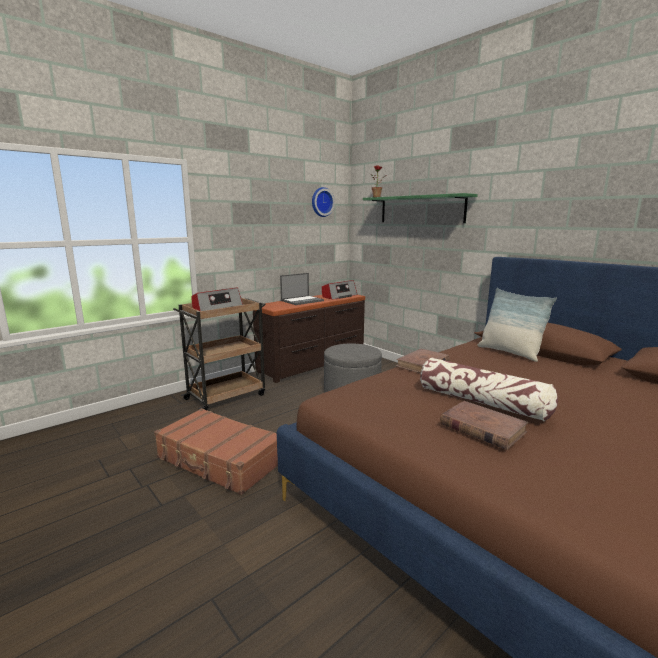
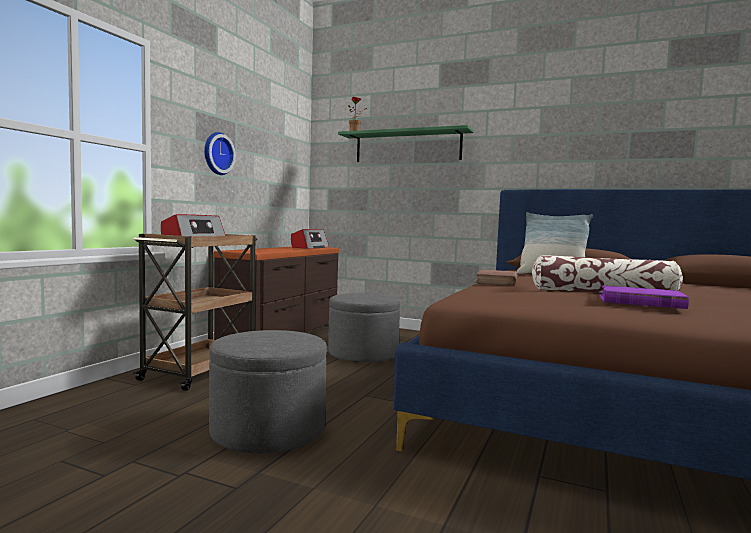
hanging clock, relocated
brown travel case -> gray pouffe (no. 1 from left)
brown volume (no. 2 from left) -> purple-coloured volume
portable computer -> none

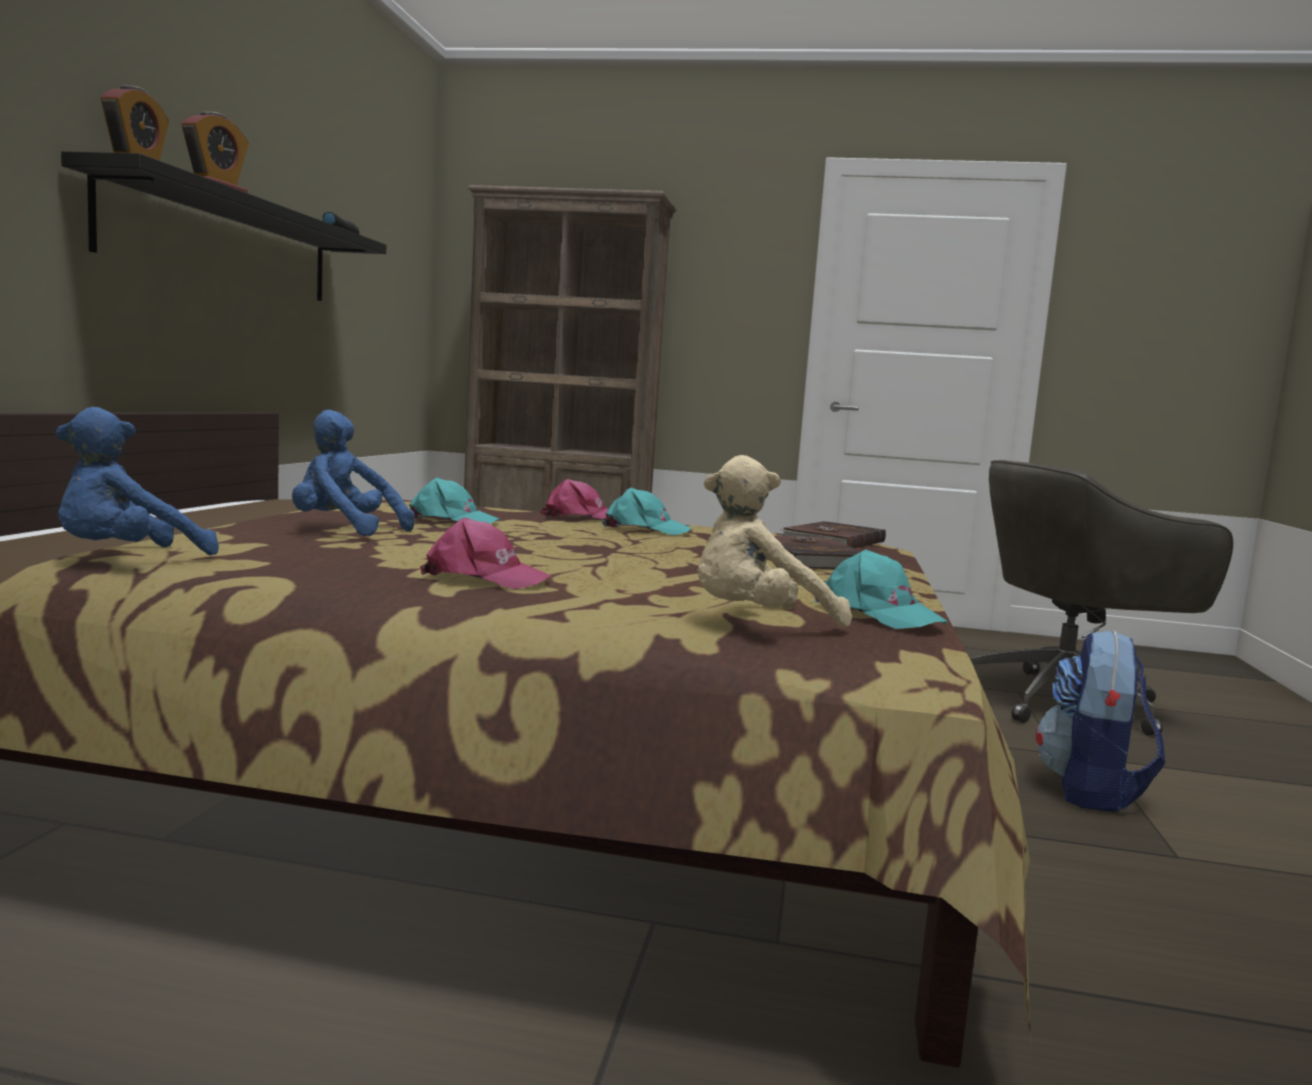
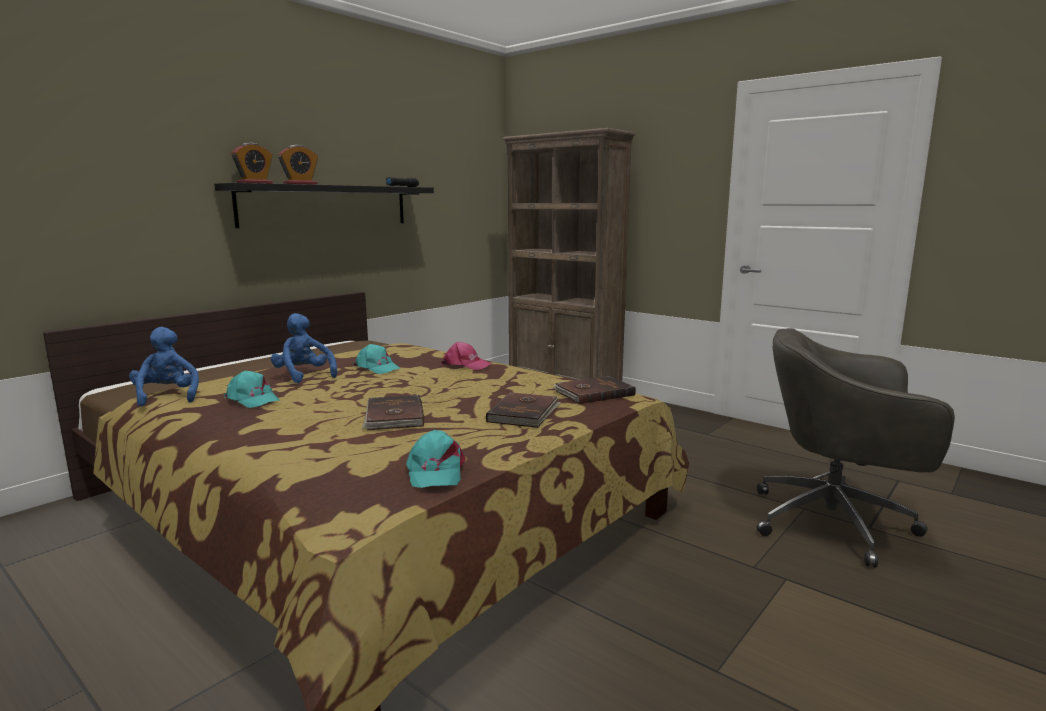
blue soft toy (no. 1 from left), 90 degrees clockwise
blue-green cap (no. 2 from left in the first image) -> blue-green cap (no. 1 from left), relocated
none -> brown volume (no. 1 from left)
pink-coloured cap (no. 1 from left) -> none
beige soft toy -> none
backpack -> none

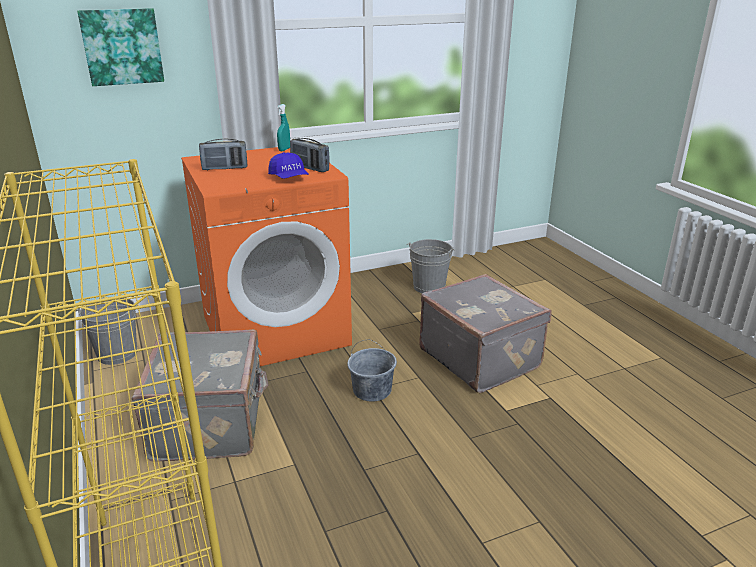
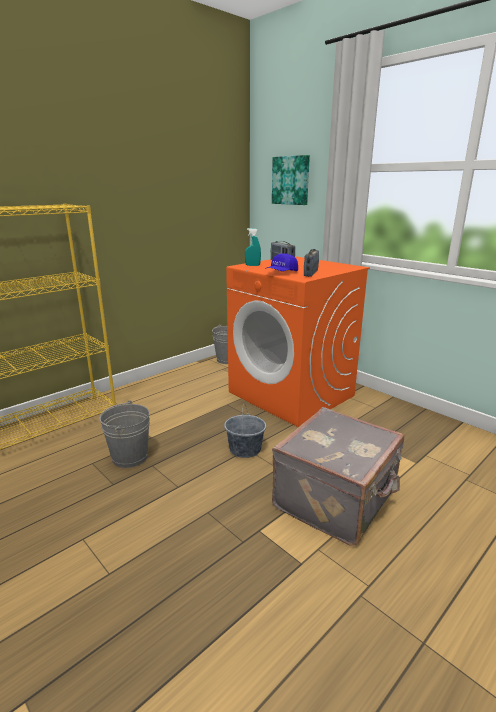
gray water bucket (no. 3 from left in the first image) -> gray water bucket (no. 1 from left), relocated
blue-green sprayer, relocated
gray travel case (no. 1 from left) -> none

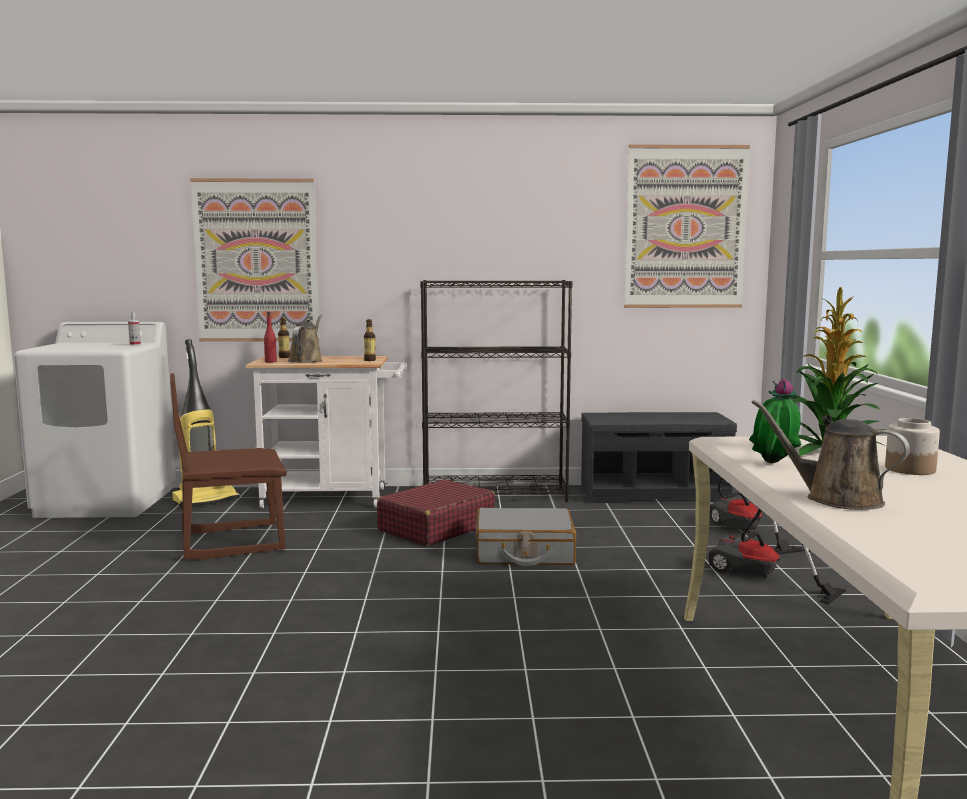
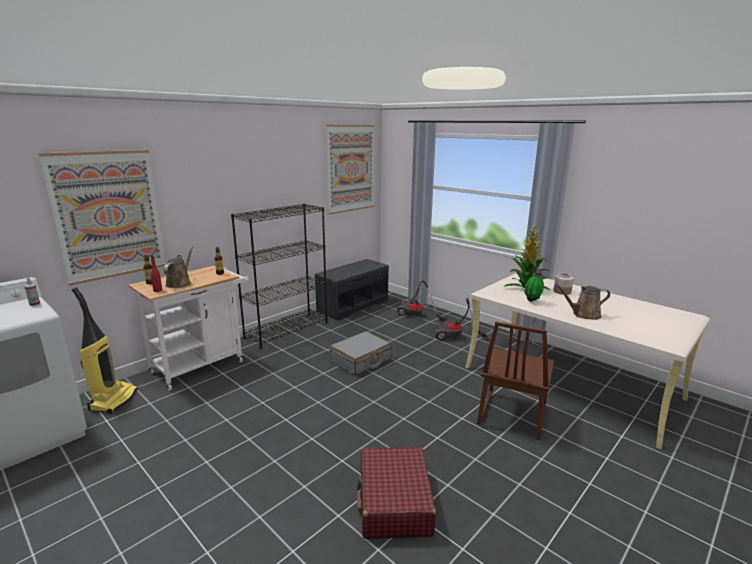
brown watering can (no. 1 from left), 45 degrees clockwise
reddish travel case, relocated
brown plain chair, relocated

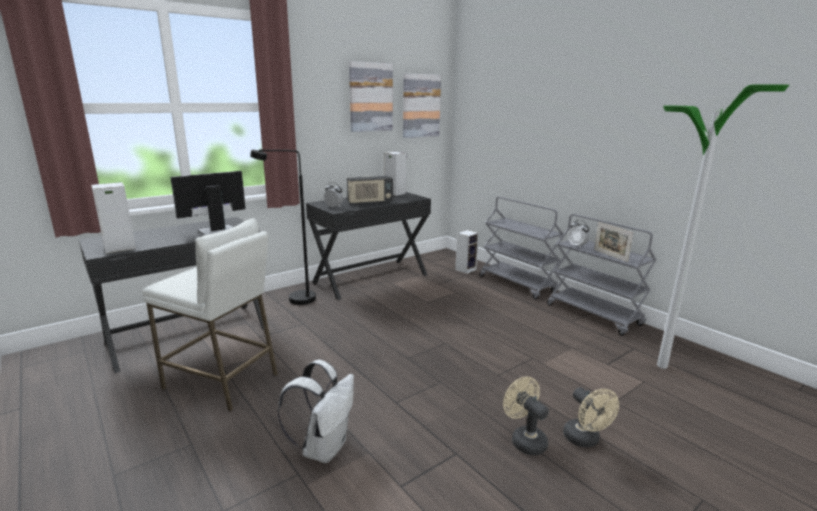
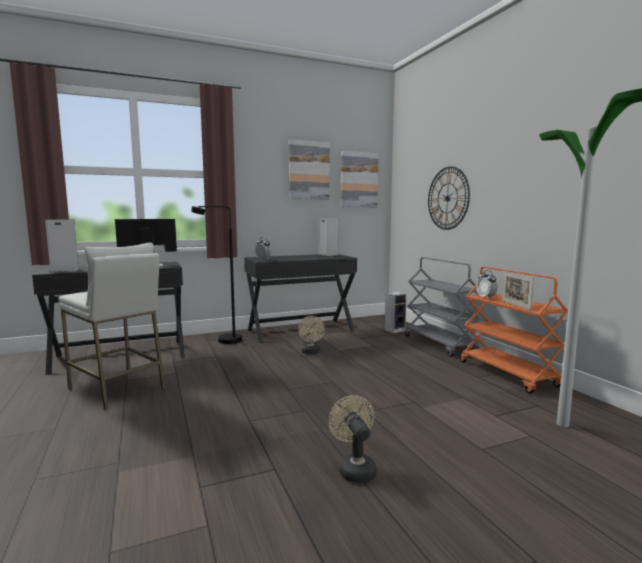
beige fan (no. 2 from left in the first image) -> beige fan (no. 1 from left), relocated
none -> hanging clock
gray cart (no. 2 from left) -> orangey cart
white-coloured backpack -> none
radio receiver -> none

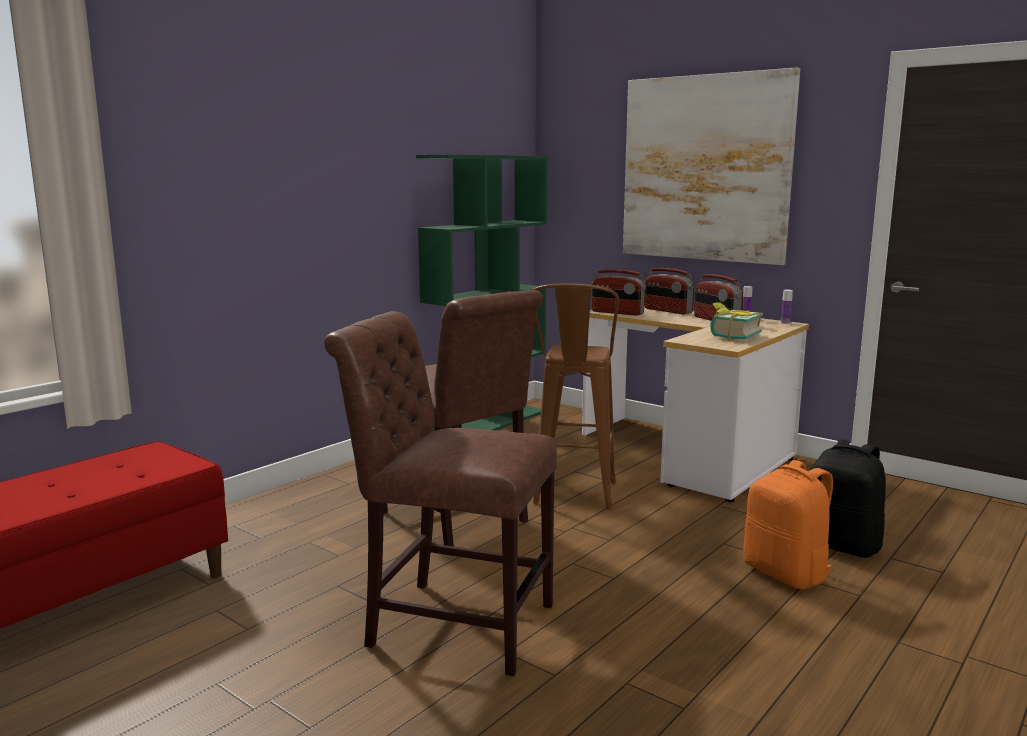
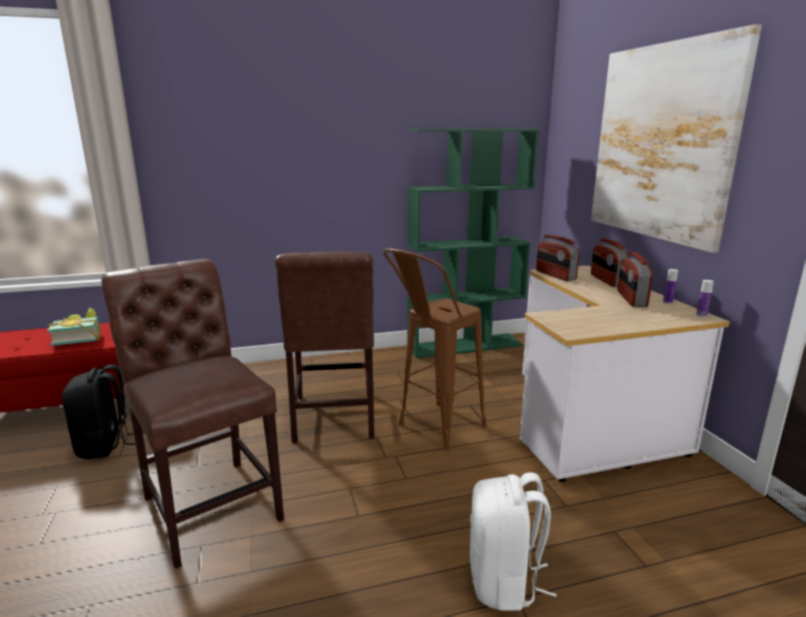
volume, relocated
black-coloured backpack, relocated
orangey backpack -> white-coloured backpack

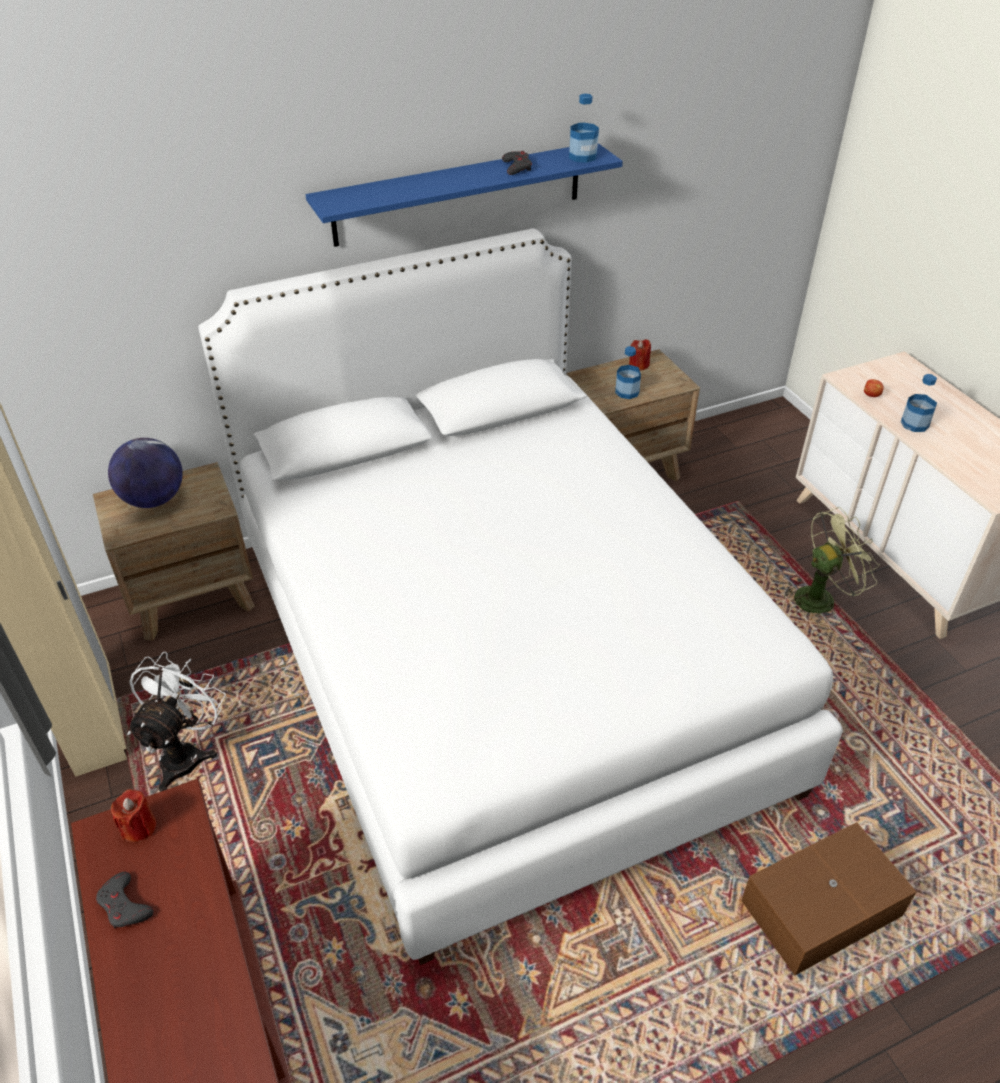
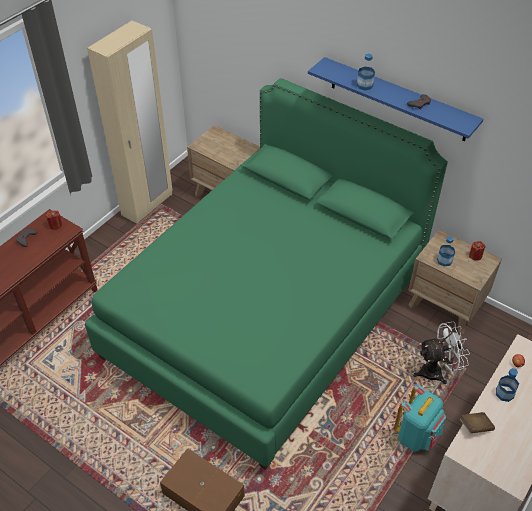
white-coloured bedroom bed -> greenish bedroom bed
beverage bottle (no. 1 from left), relocated
greenish fan -> blue-green backpack
white-coloured fan, relocated
none -> brown volume
desk globe -> none

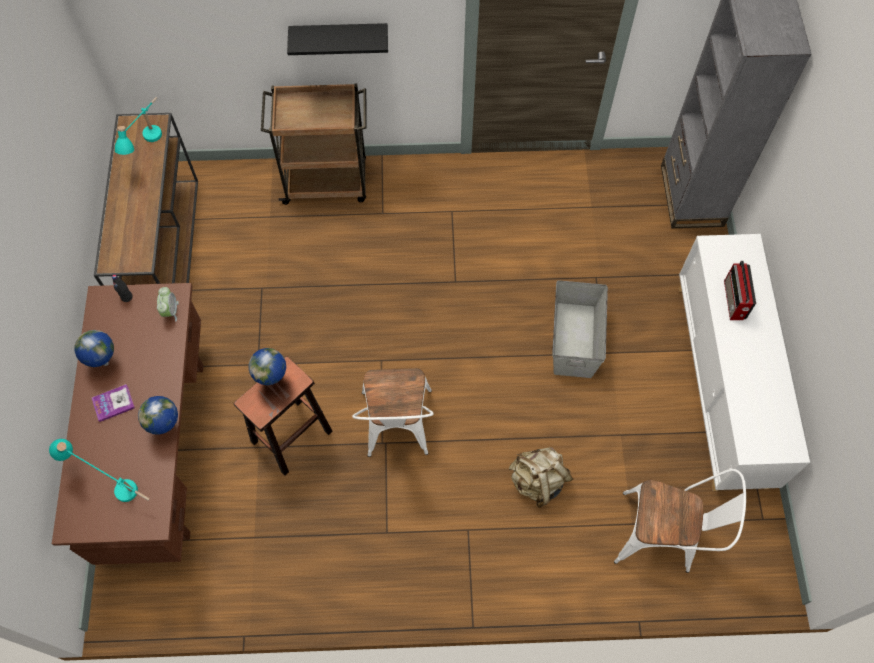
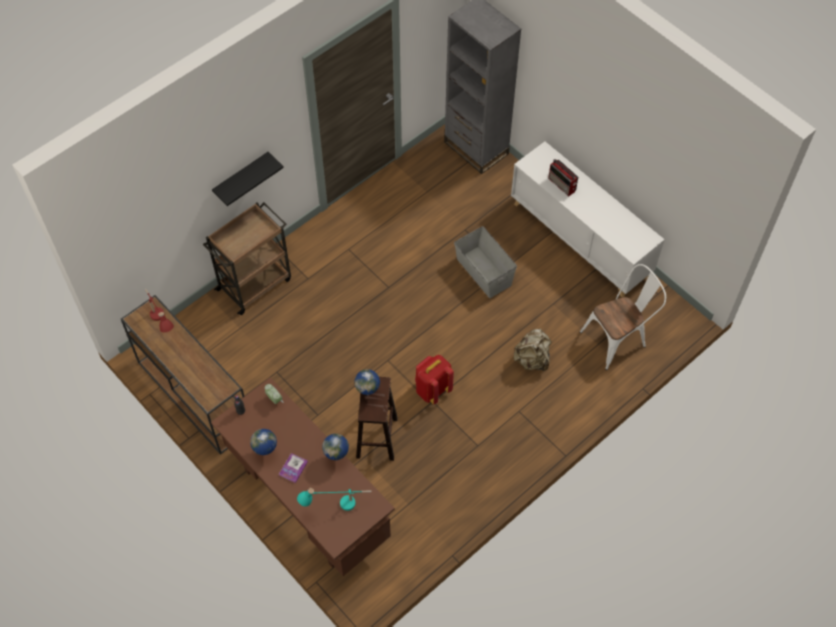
blue-green lamp for a table (no. 2 from left) -> reddish lamp for a table
white-coloured plain chair (no. 1 from left) -> reddish backpack

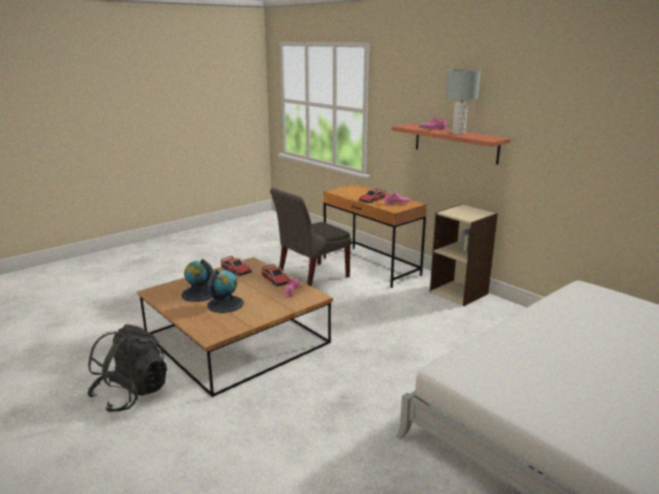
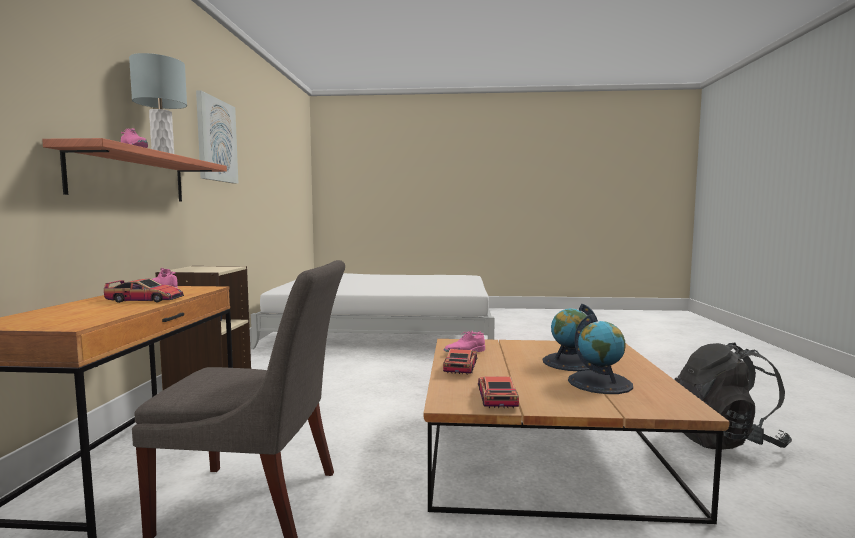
none -> wall picture

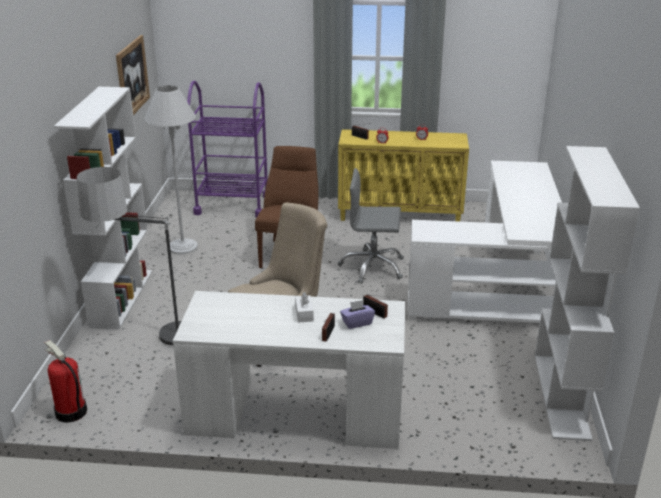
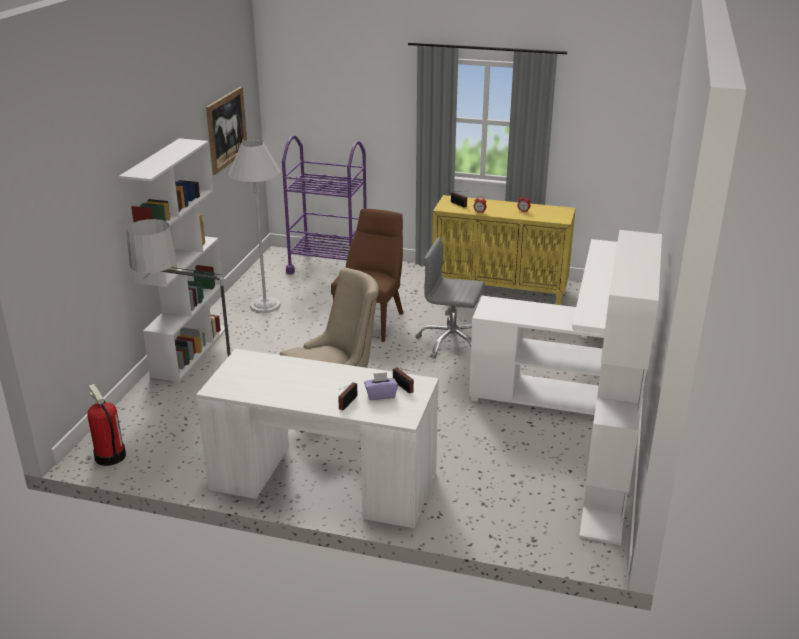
white-coloured tissue holder -> none

